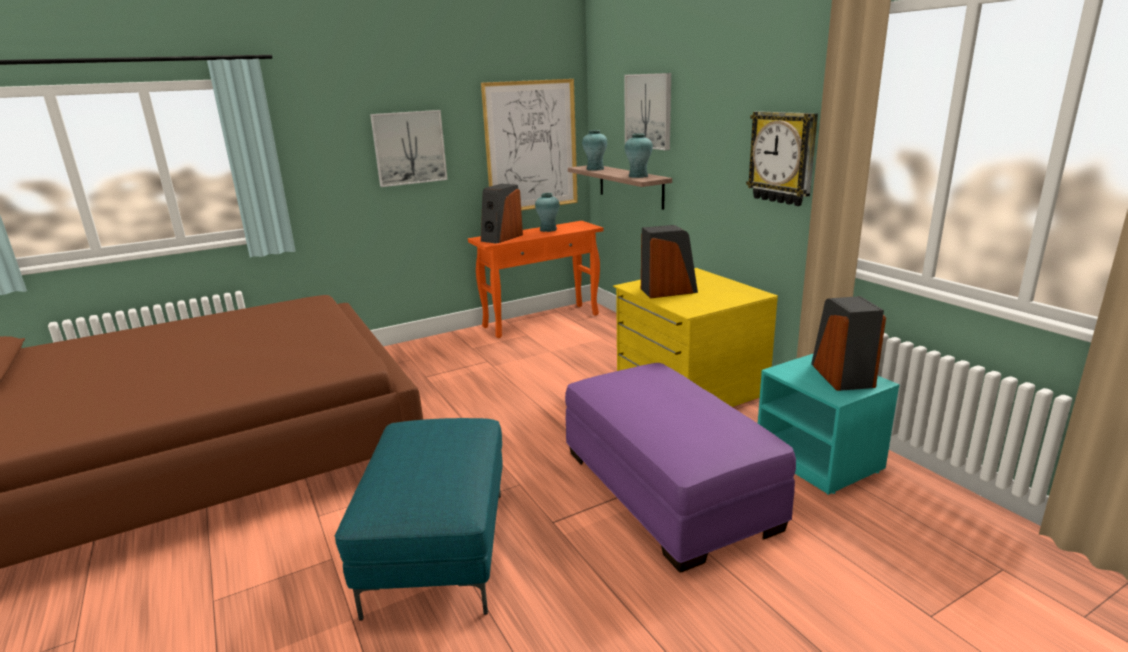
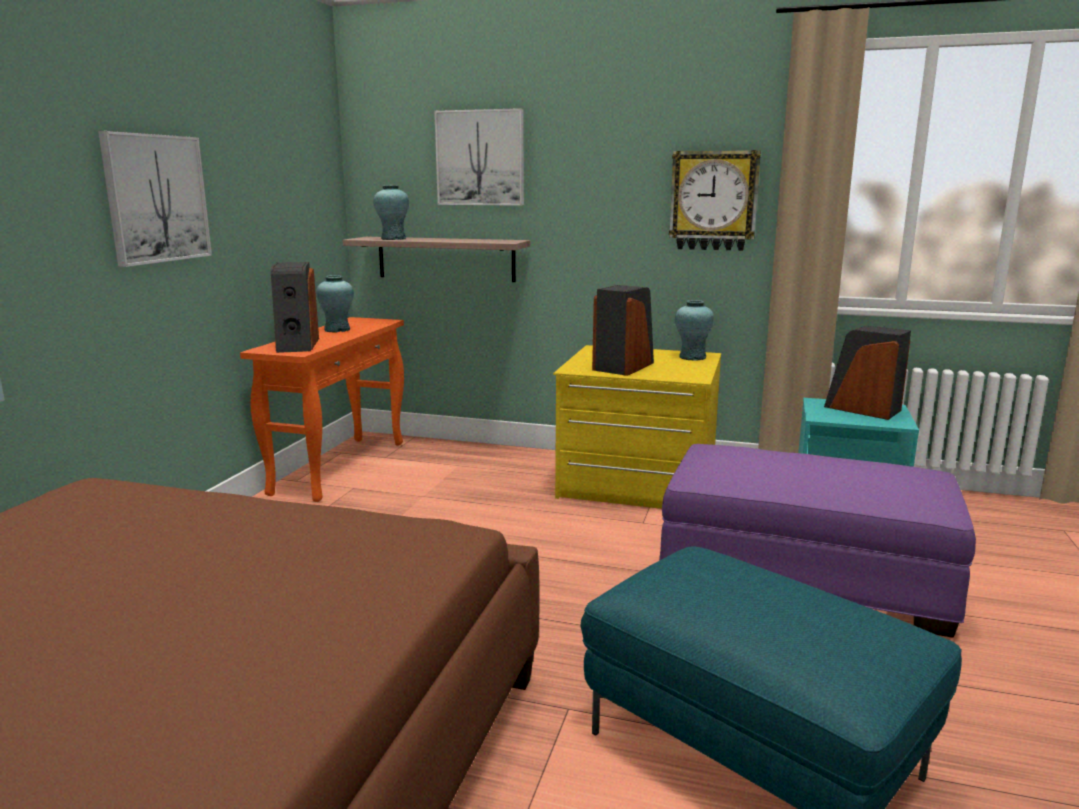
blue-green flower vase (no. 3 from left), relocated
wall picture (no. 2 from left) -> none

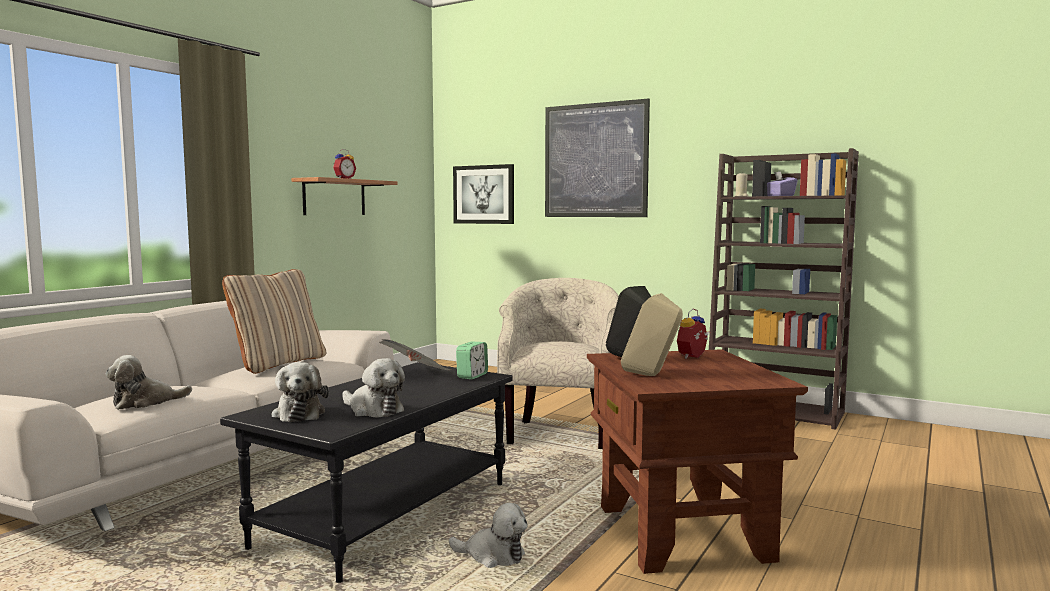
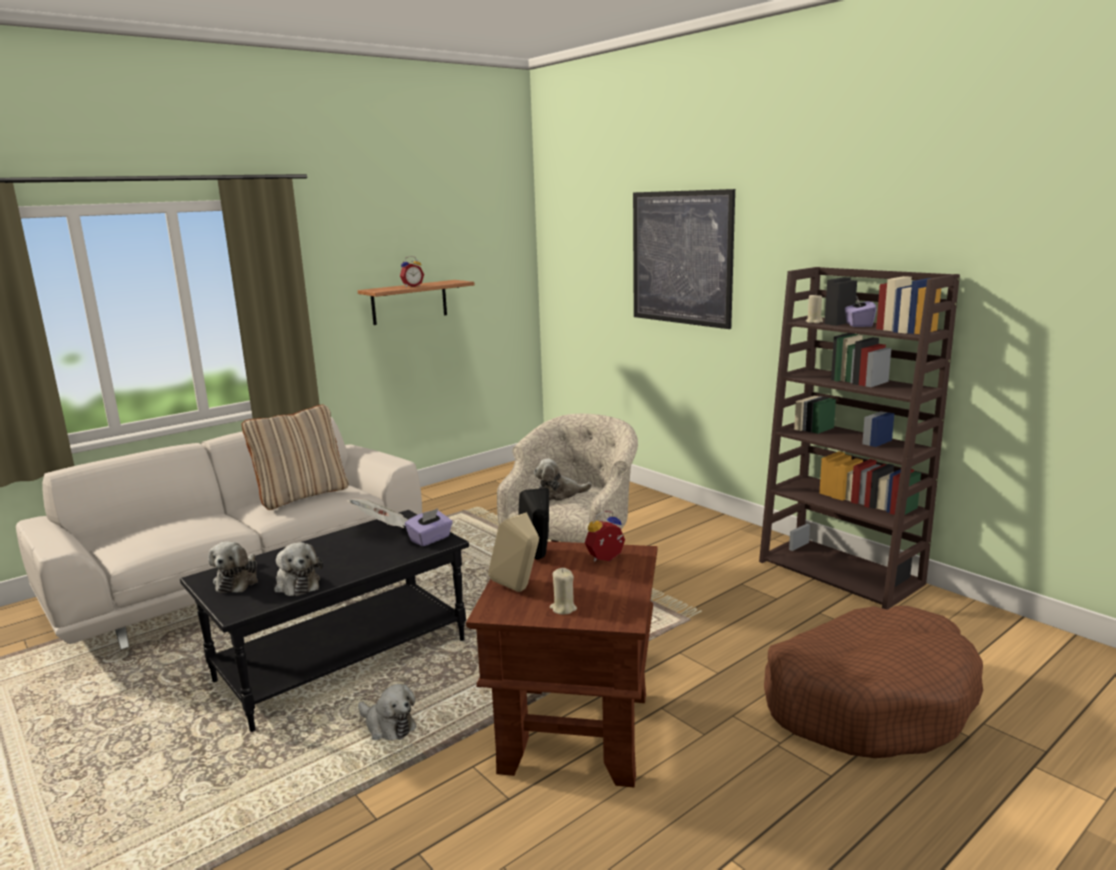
bedside clock (no. 2 from left) -> purple-coloured tissue holder (no. 1 from left)
soft toy (no. 1 from left in the first image) -> soft toy (no. 4 from left), relocated
none -> beige wax candle (no. 1 from left)
none -> brown dog bed
wall picture (no. 1 from left) -> none

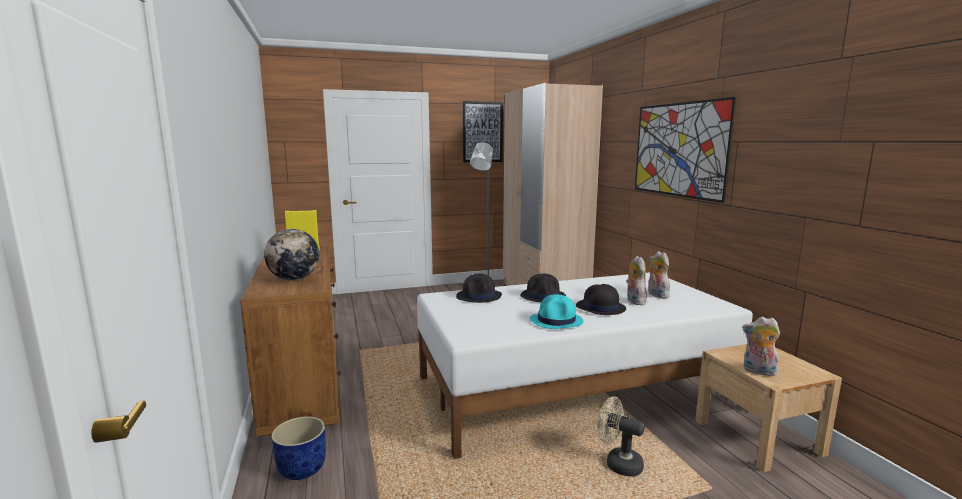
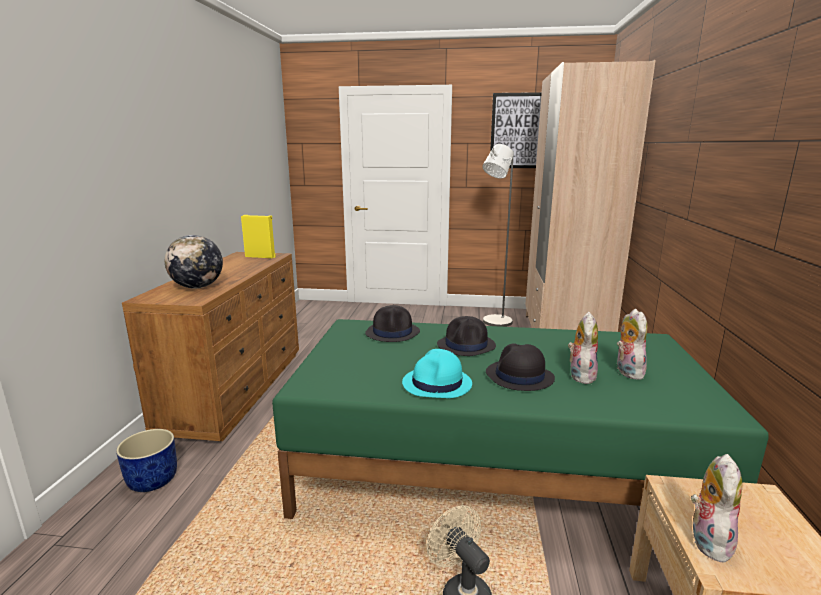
white-coloured bedroom bed -> greenish bedroom bed
soft toy (no. 3 from left), 60 degrees clockwise
wall picture (no. 2 from left) -> none

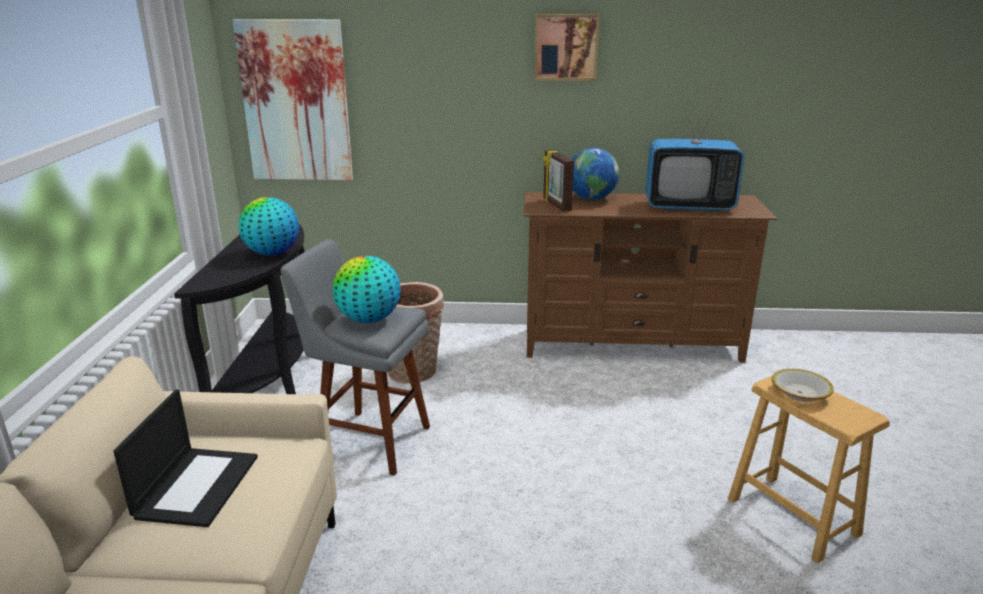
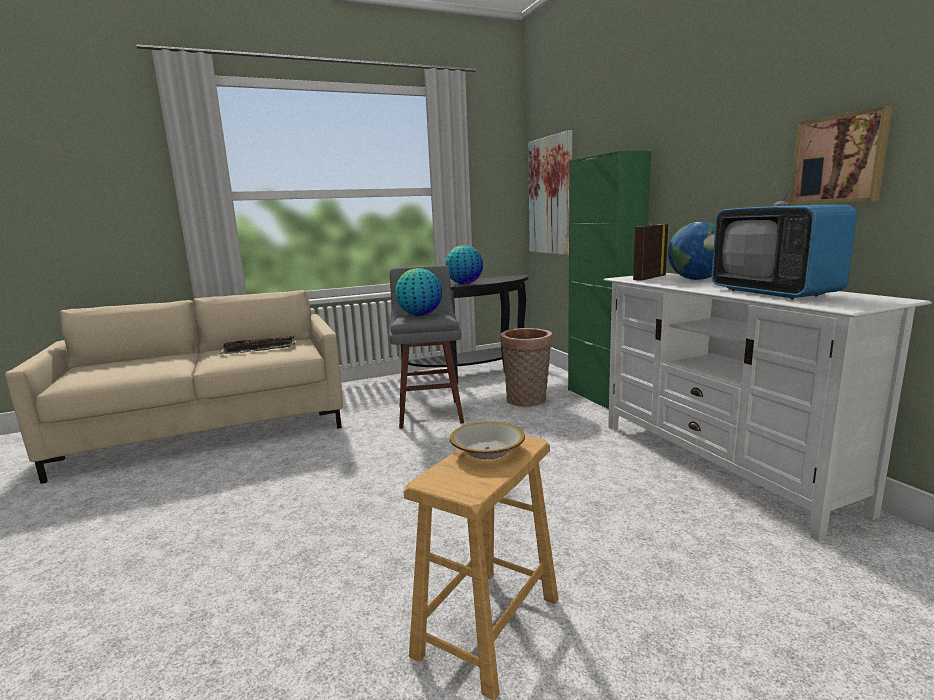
portable computer -> black-coloured serving tray
none -> greenish cabinet
brown media console -> white-coloured media console
wall picture (no. 2 from left), relocated

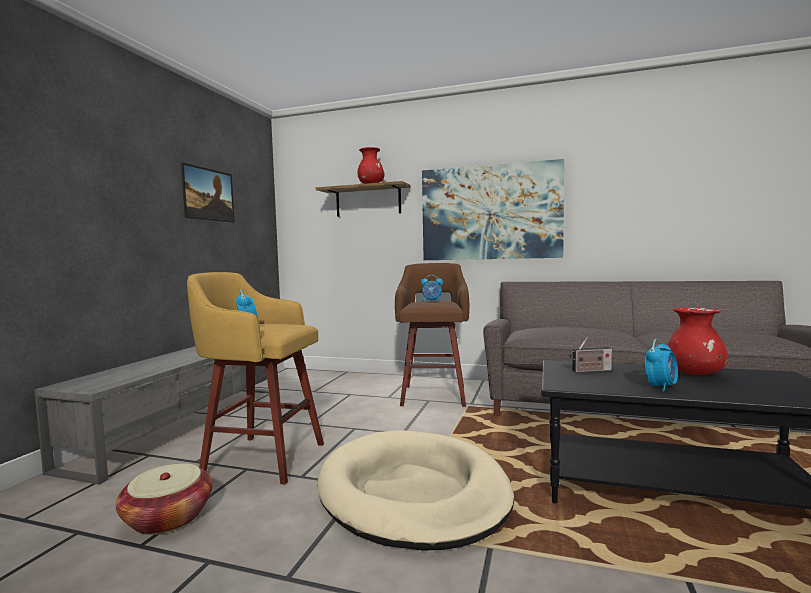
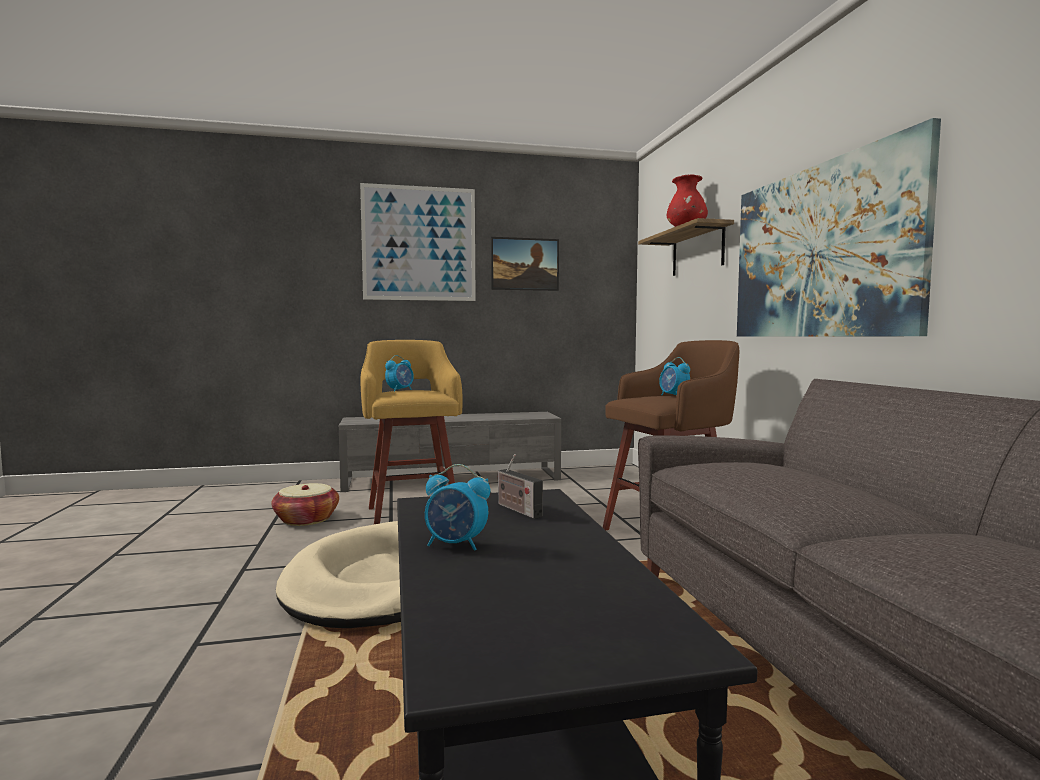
none -> wall picture (no. 1 from left)
reddish flower vase (no. 2 from left) -> none

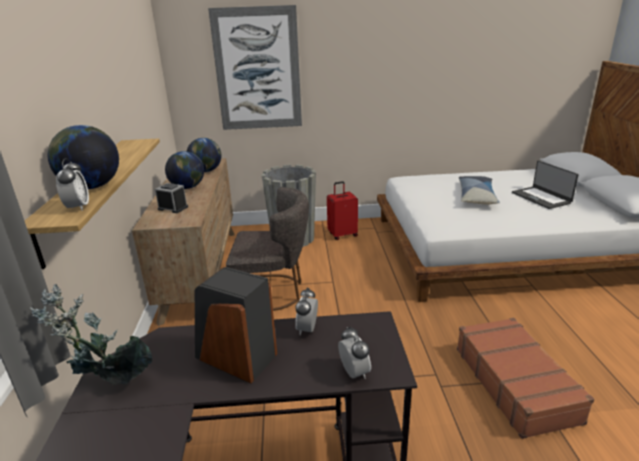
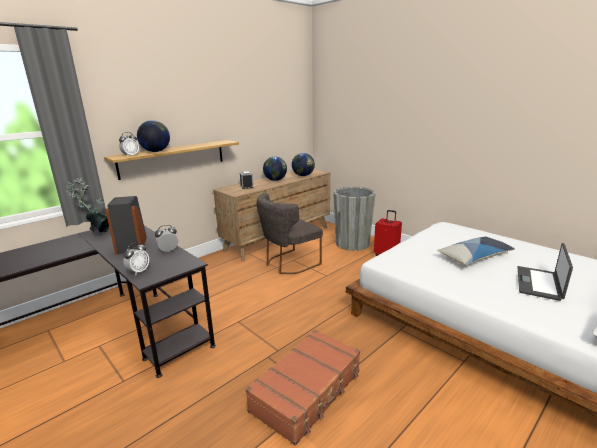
gray plain chair, 90 degrees clockwise
wall picture -> none

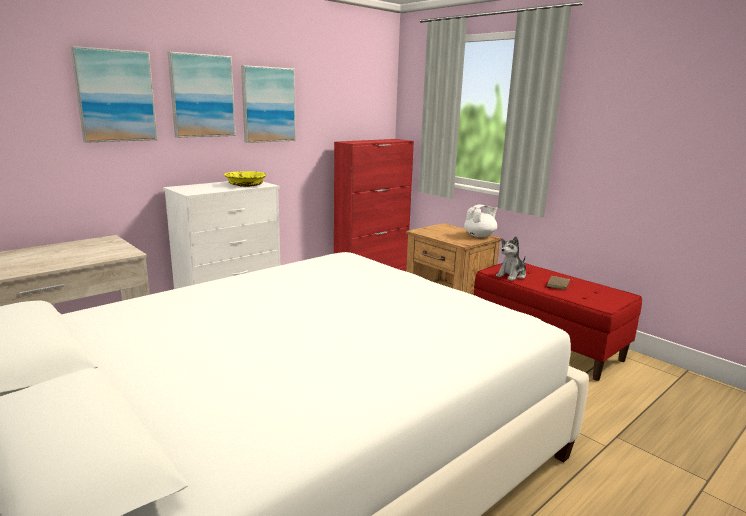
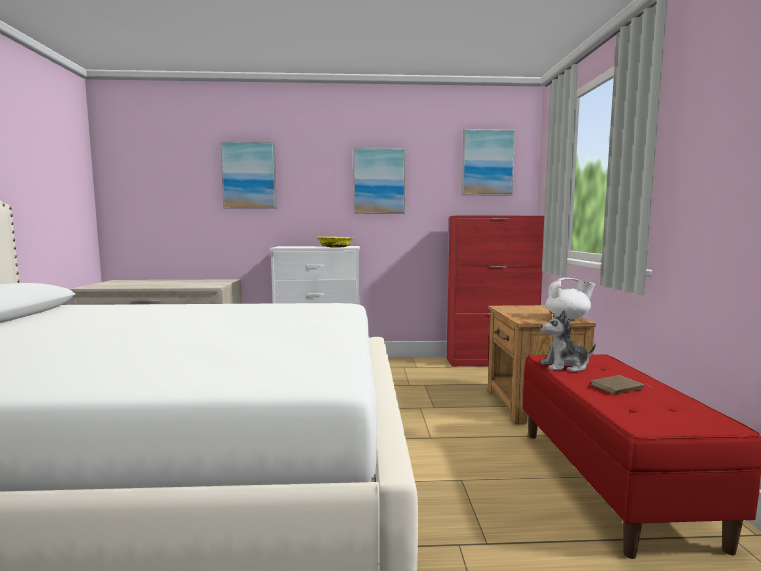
wall picture (no. 2 from left in the first image) -> wall picture (no. 3 from left), relocated

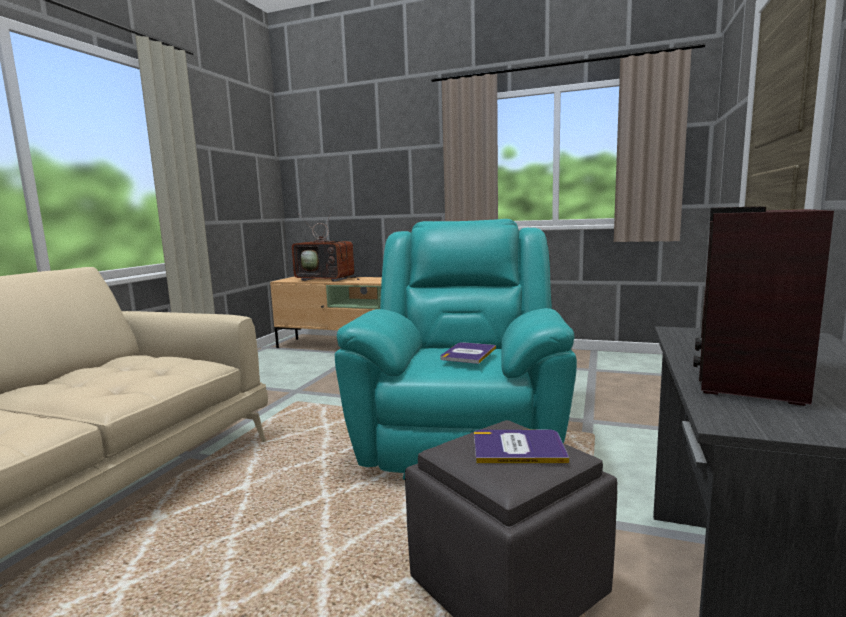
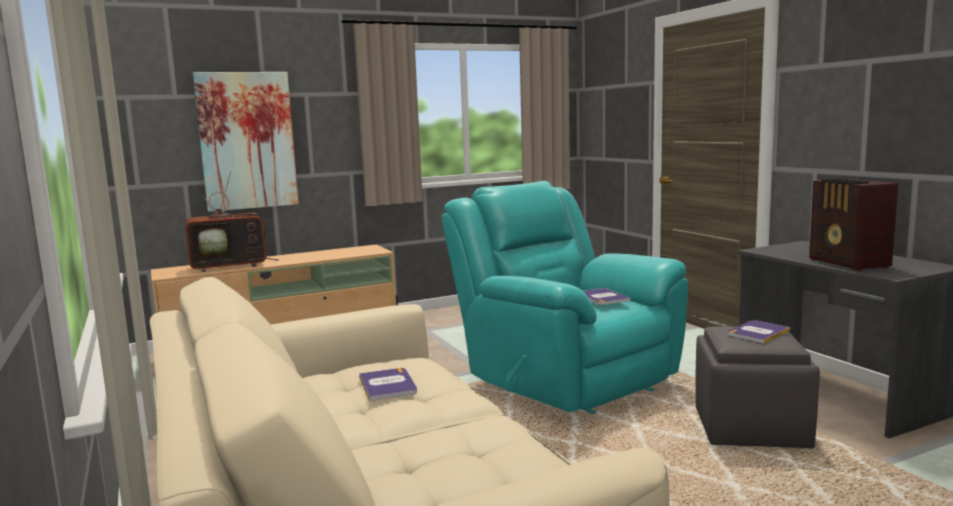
none -> wall picture
none -> volume (no. 1 from left)

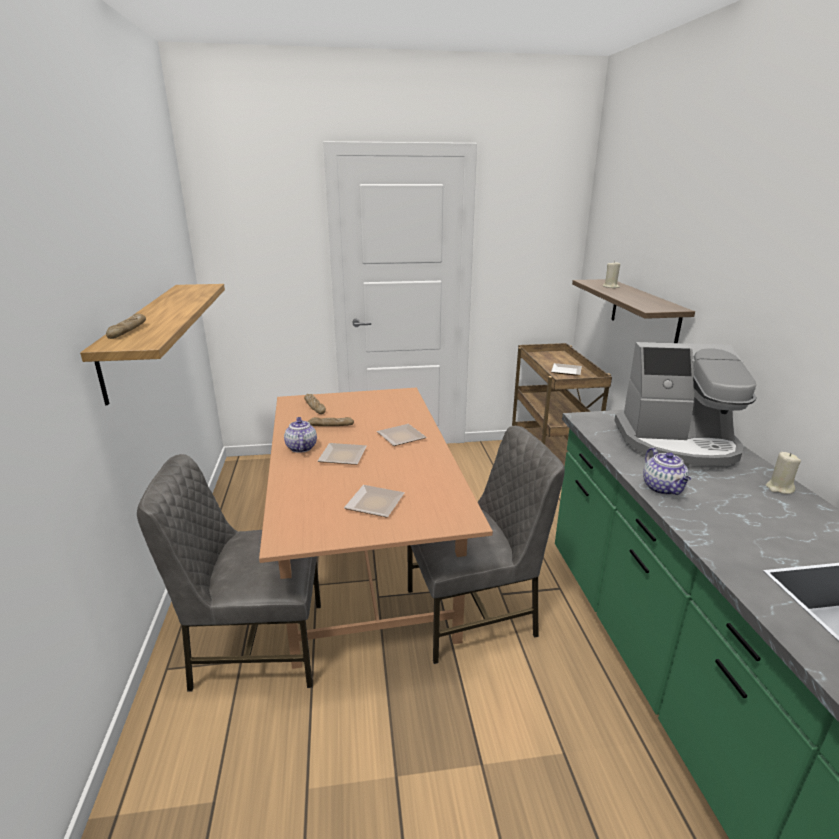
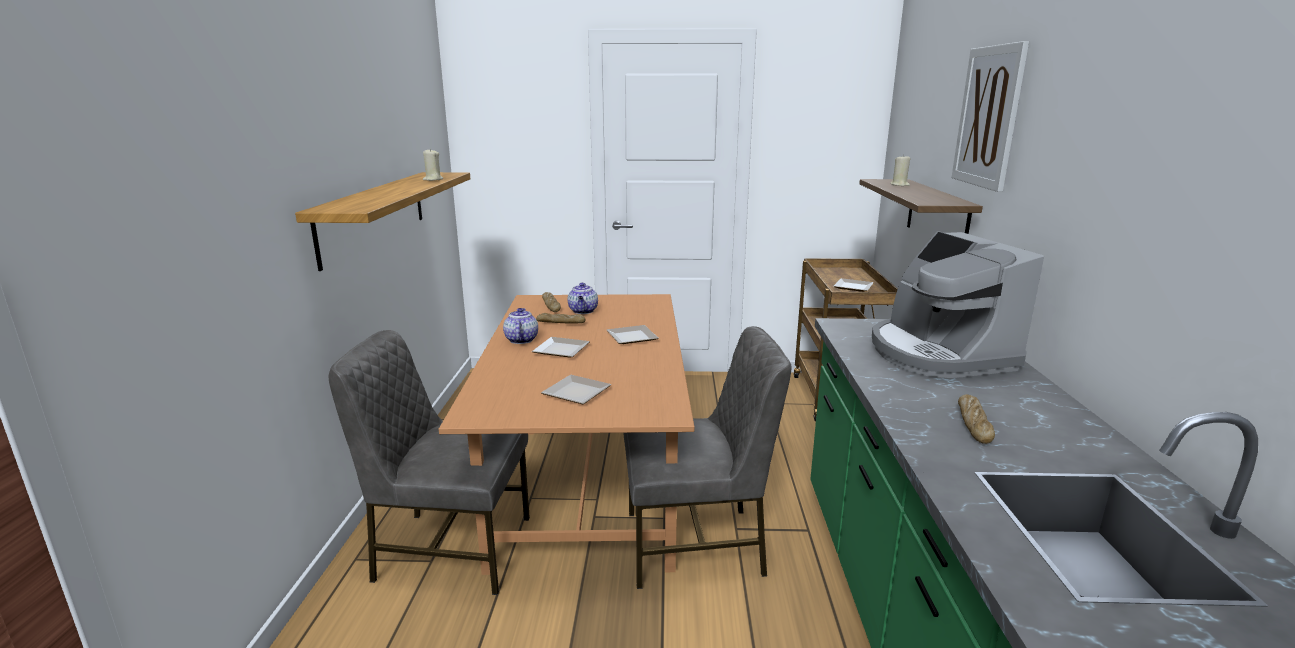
beige wax candle (no. 2 from left in the first image) -> beige wax candle (no. 1 from left), relocated
teapot (no. 2 from left), relocated
coffee brewer, 60 degrees clockwise
none -> wall picture
bakery bread (no. 1 from left in the first image) -> bakery bread (no. 3 from left), relocated

